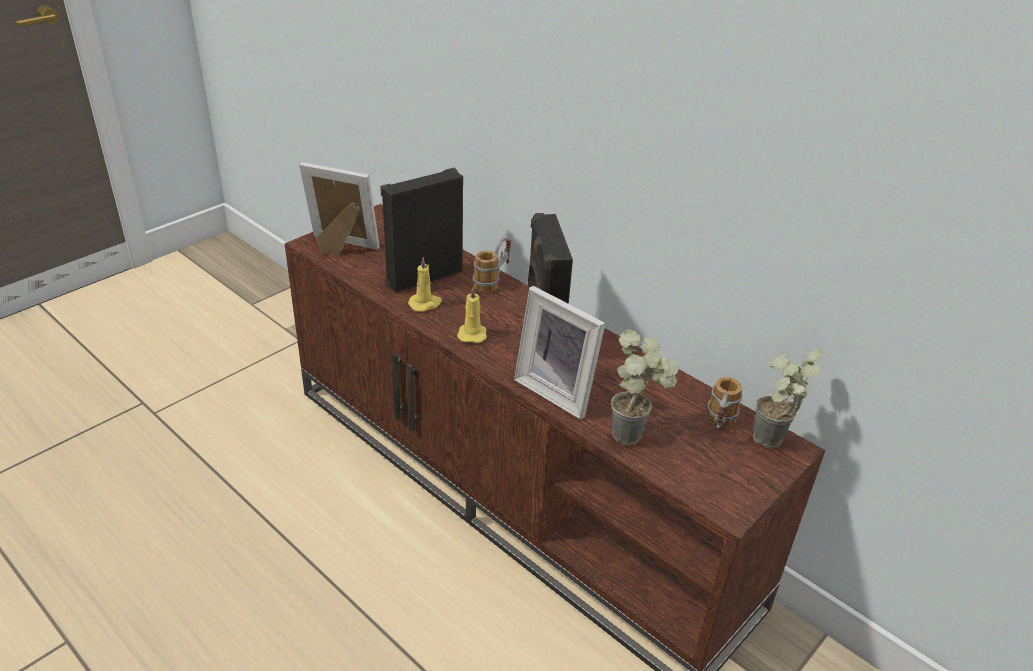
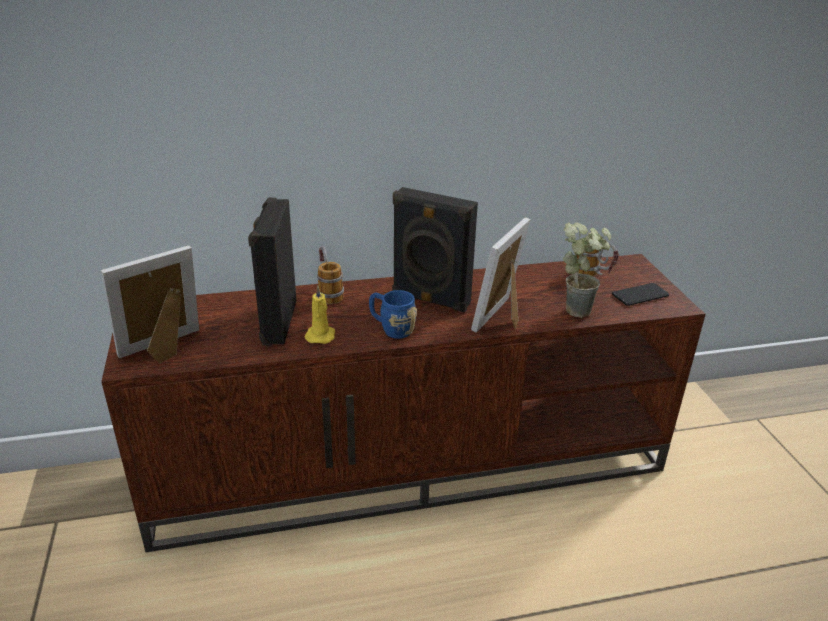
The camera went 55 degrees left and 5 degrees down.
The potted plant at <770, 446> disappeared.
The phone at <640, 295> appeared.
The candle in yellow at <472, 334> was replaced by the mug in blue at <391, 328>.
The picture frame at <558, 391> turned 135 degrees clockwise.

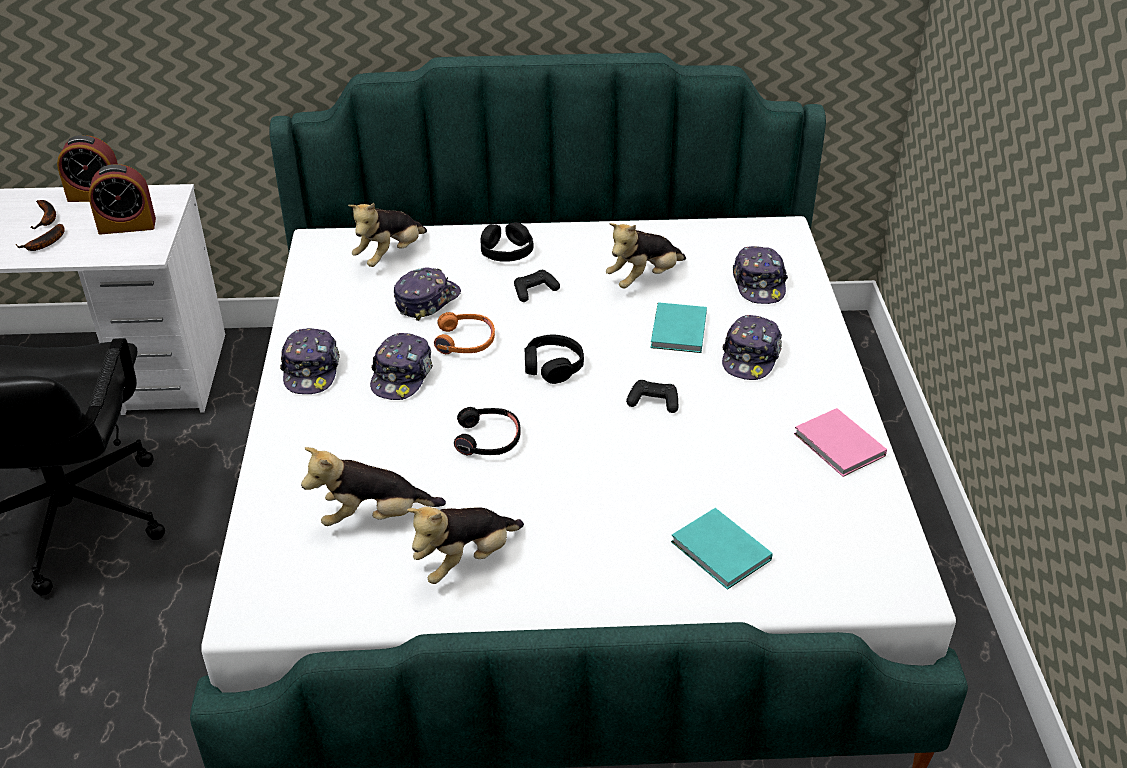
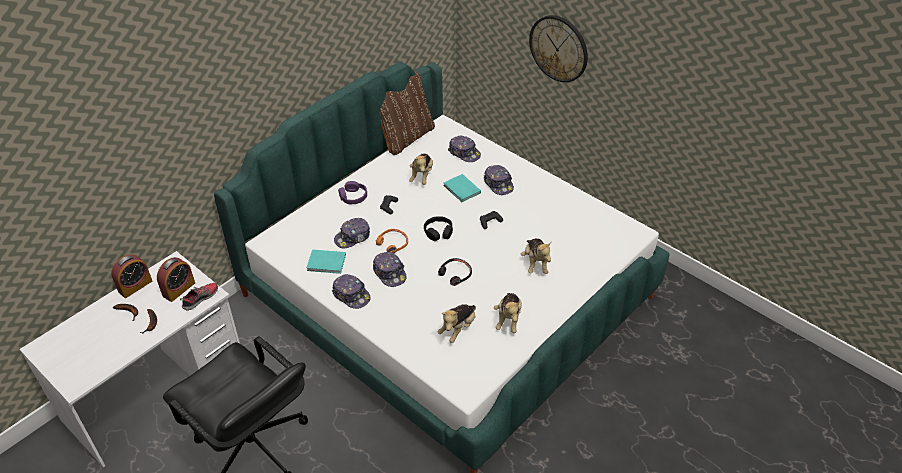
The camera went 45 degrees left and 5 degrees up.
The book in pink at <839, 446> disappeared.
The shoe at <200, 298> appeared.
The pillow in brown at <405, 137> appeared.
The wall clock at <559, 48> appeared.
The plush toy moved from <390, 255> to <535, 263>.
The book in turquoise moved from <721, 553> to <327, 263>.
The headphones in black at <506, 251> became the headphones in purple at <353, 197>.
The cap at <427, 300> turned 120 degrees counterclockwise.

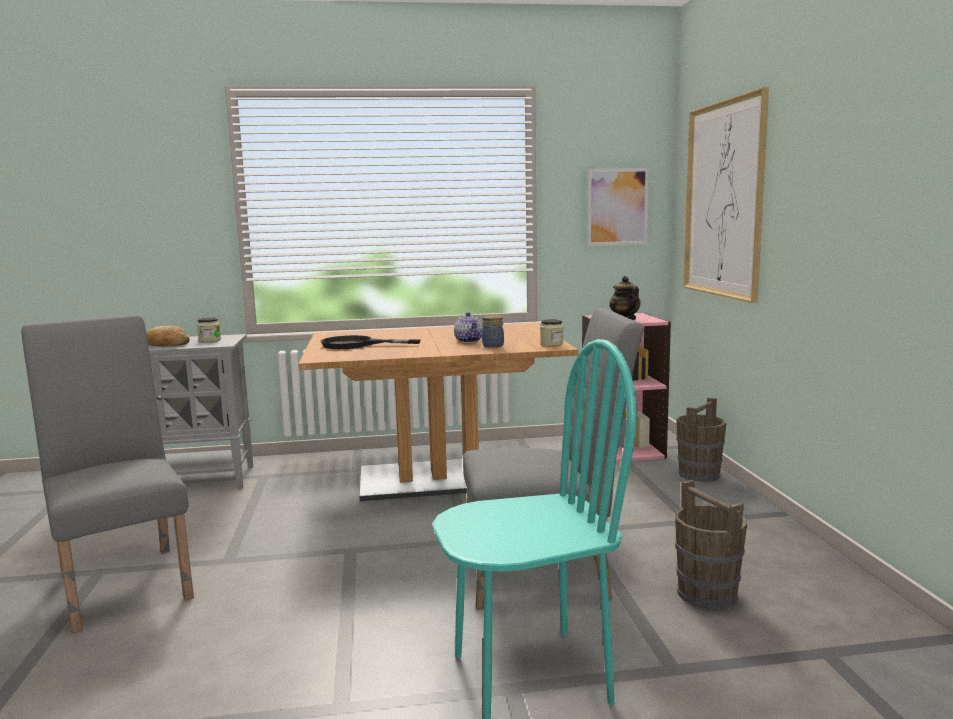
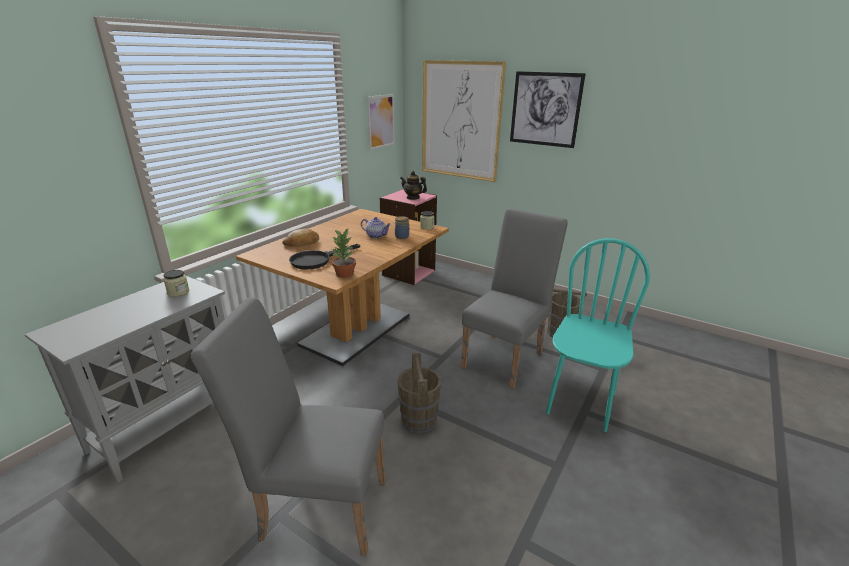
The camera went 50 degrees left and 15 degrees up.
The potted plant at <345, 274> appeared.
The picture at <545, 109> appeared.
The bread moved from <166, 344> to <302, 243>.
The bucket in brown moved from <699, 474> to <419, 419>.

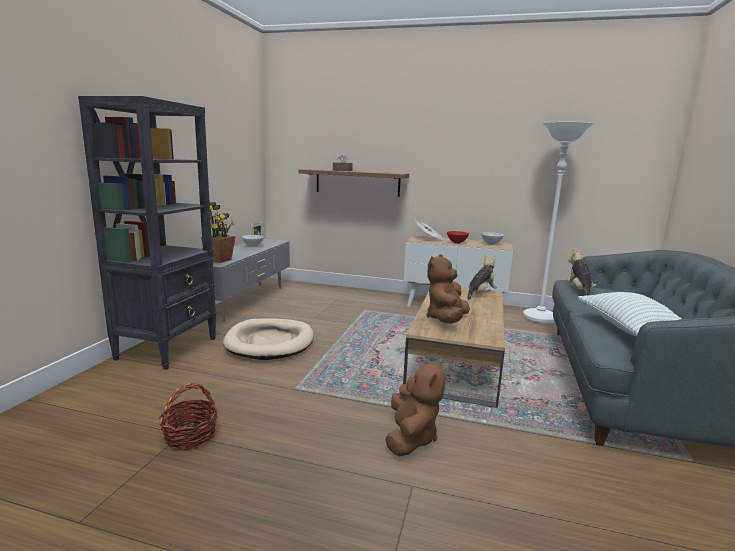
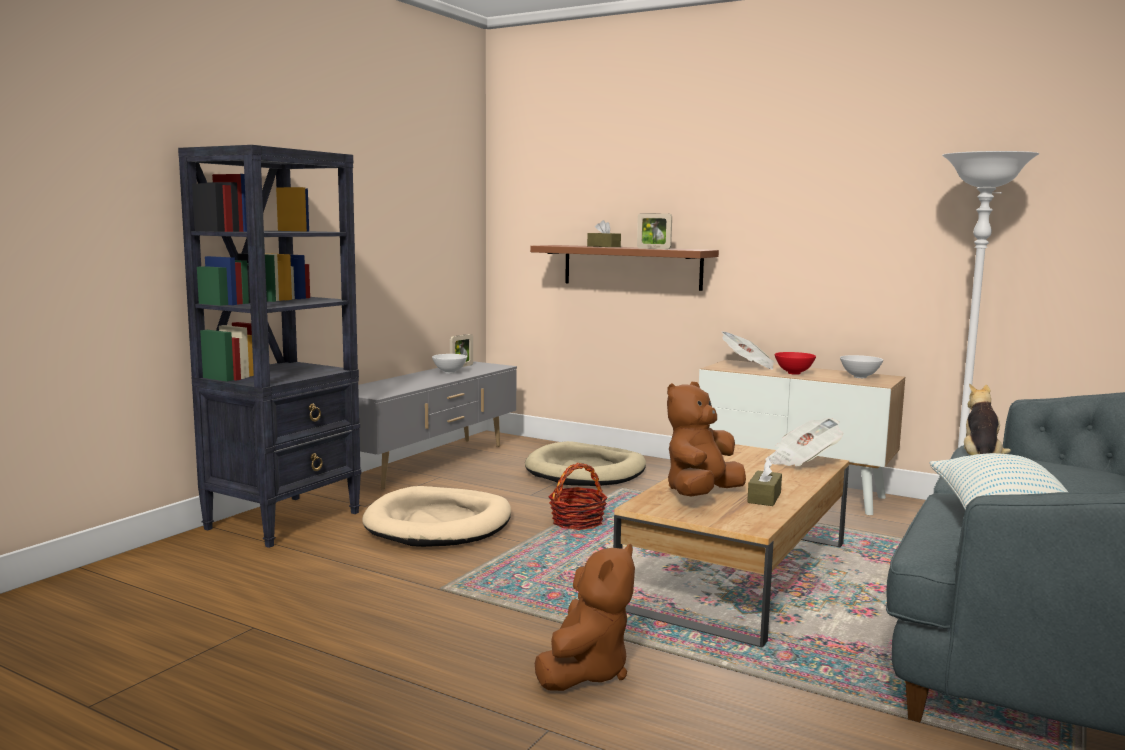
The camera went 15 degrees right and 5 degrees down.
The potted plant at <219, 260> disappeared.
The dog bed in beige at <586, 471> appeared.
The picture frame at <653, 248> appeared.
The tissue box in brown at <764, 497> appeared.
The basket moved from <190, 436> to <577, 522>.
The plush toy at <480, 294> was replaced by the newspaper at <802, 461>.

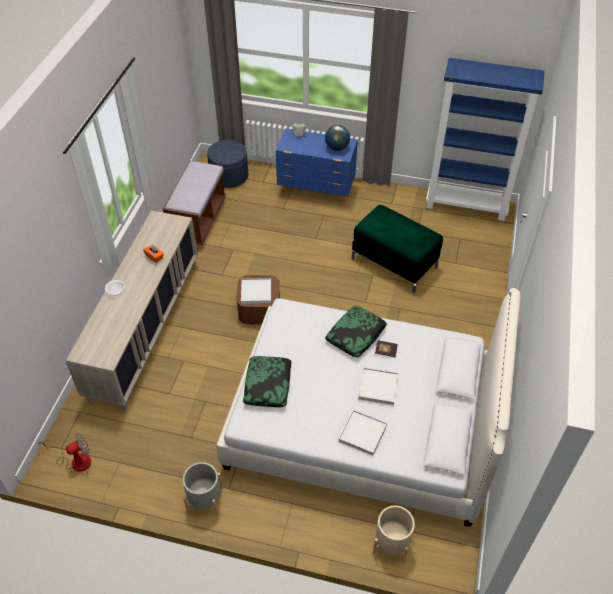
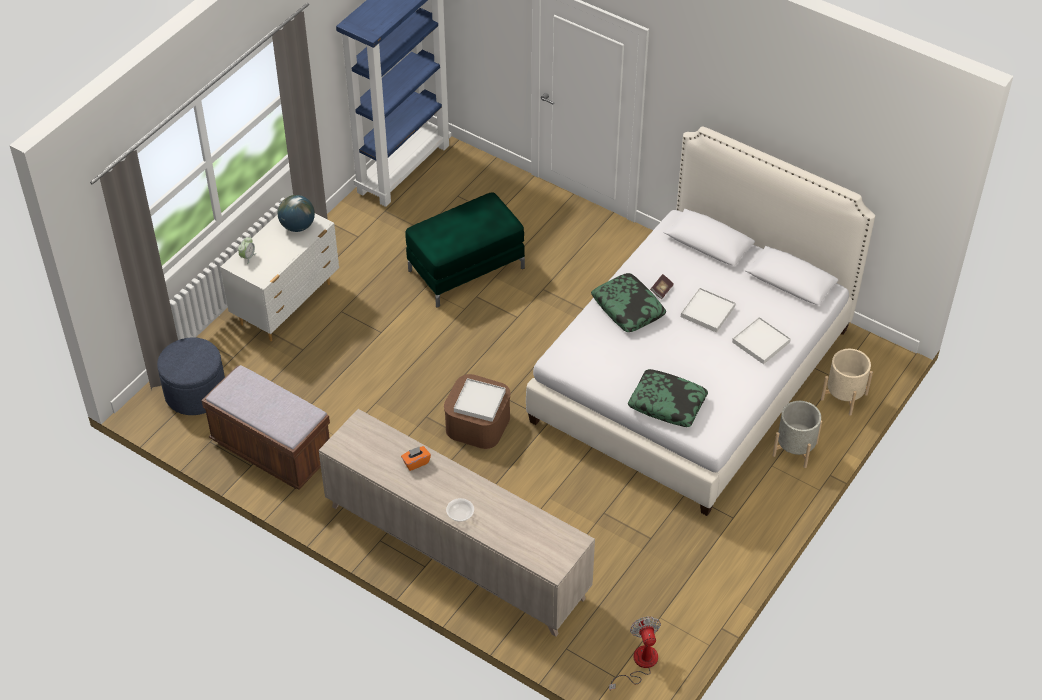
The camera went 70 degrees left and 0 degrees up.
The planter in grey moved from <205, 499> to <795, 449>.
The dresser in blue at <316, 190> became the dresser in white at <287, 304>.

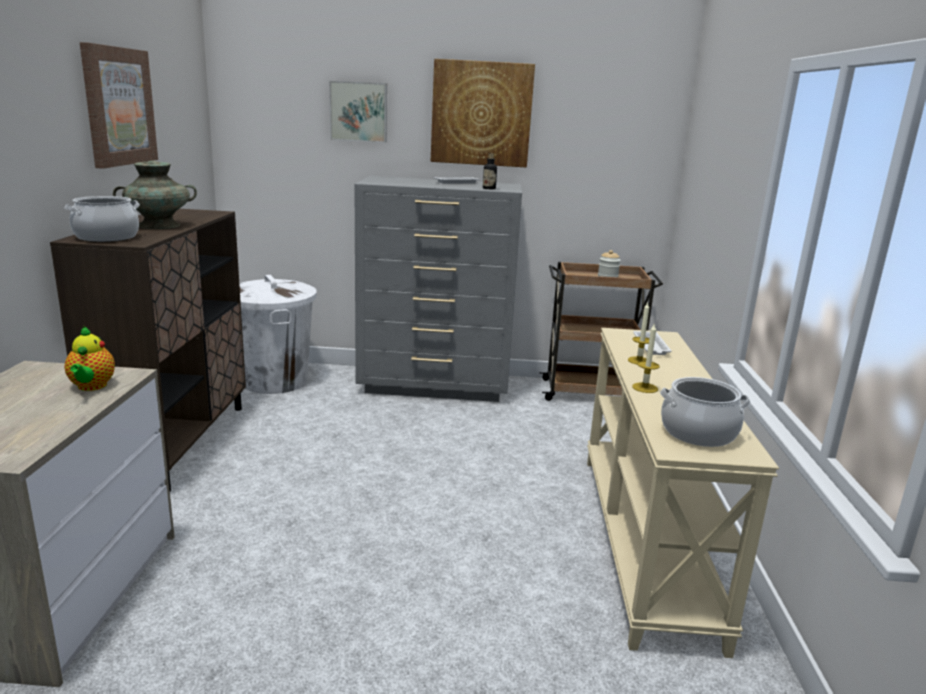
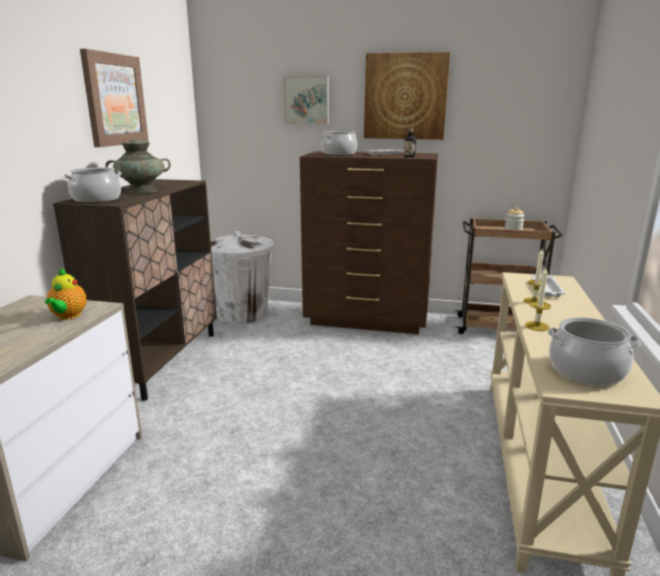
The camera went 10 degrees right and 0 degrees up.
The cooking pot at <339, 154> appeared.
The dresser in grey at <435, 386> became the dresser in brown at <367, 320>.

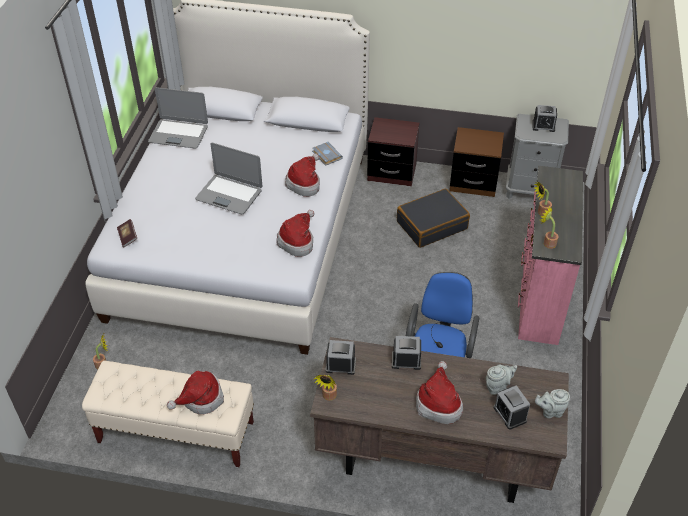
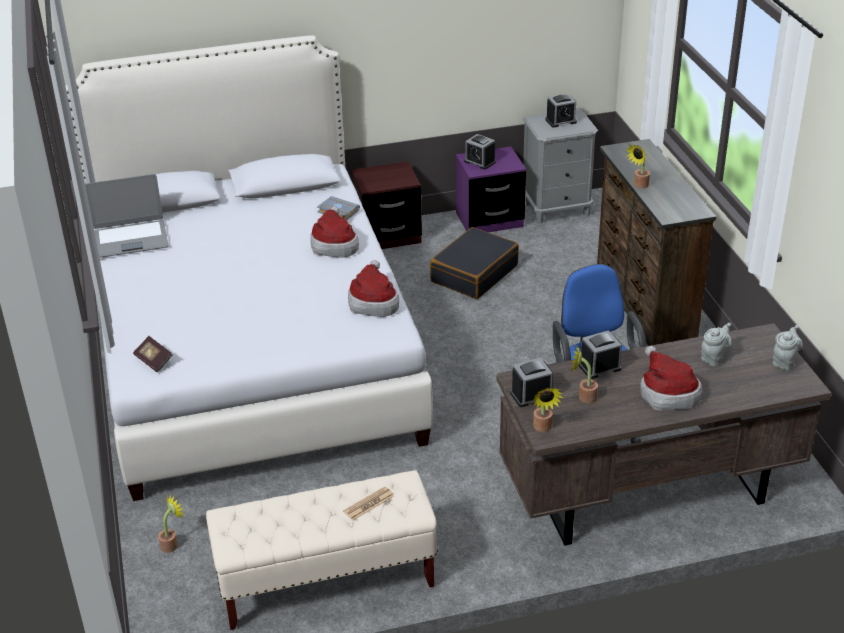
The camera went 25 degrees left and 10 degrees down.
The laptop at <229, 194> disappeared.
The alarm clock moved from <510, 414> to <480, 162>.
The potted plant moved from <547, 242> to <583, 397>.
The hat at <200, 399> was replaced by the newspaper at <369, 504>.
The nightstand in brown at <473, 182> became the nightstand in purple at <489, 220>.
The dresser in pink at <538, 297> became the dresser in brown at <643, 305>.
The teapot in grey at <550, 411> turned 150 degrees clockwise.

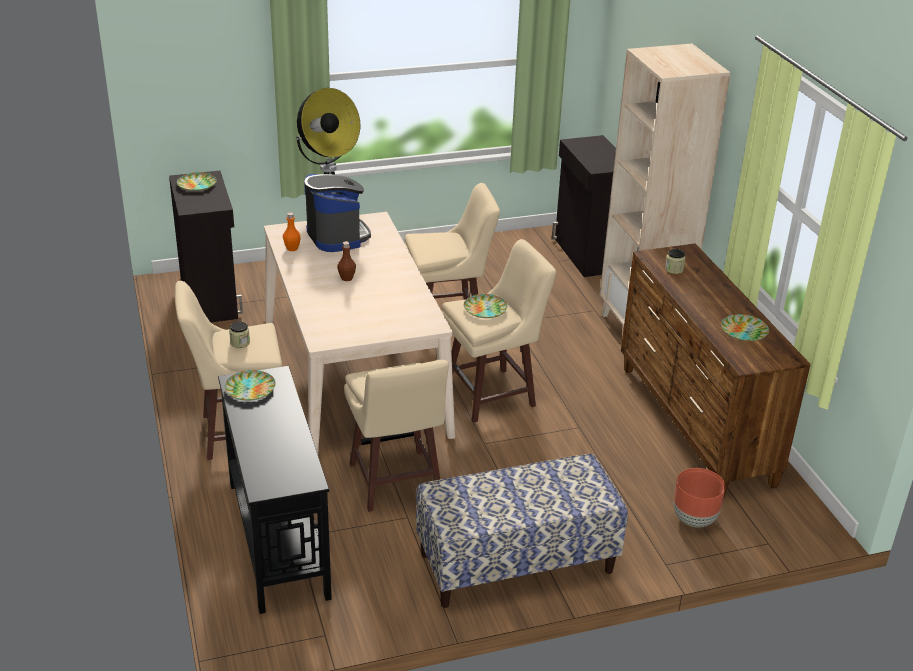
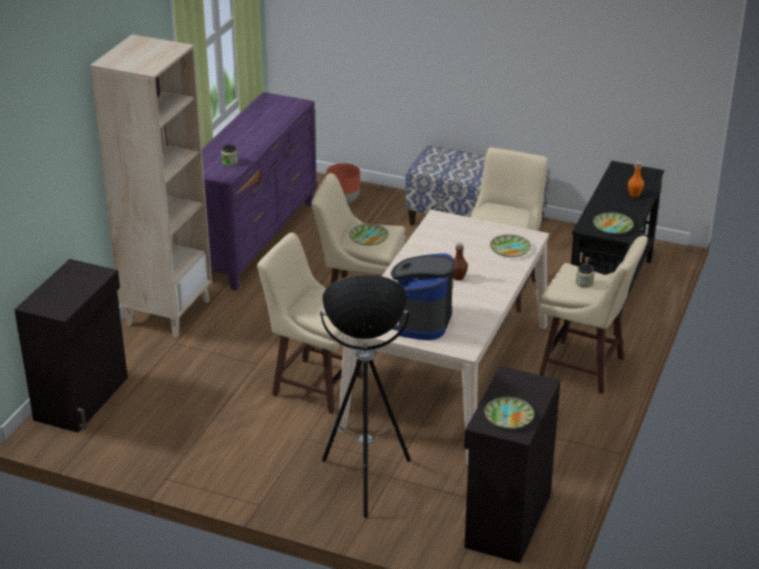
The camera went 140 degrees left and 0 degrees up.
The bottle in orange moved from <292, 248> to <634, 194>.
The plate moved from <744, 331> to <510, 248>.
The dresser in brown at <694, 425> became the dresser in purple at <254, 239>.

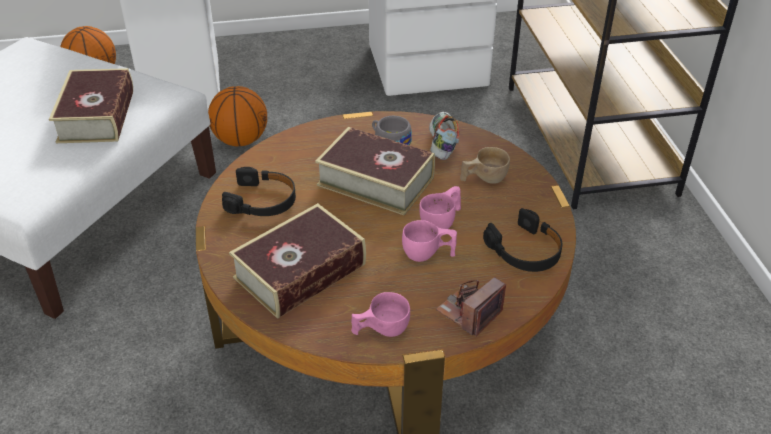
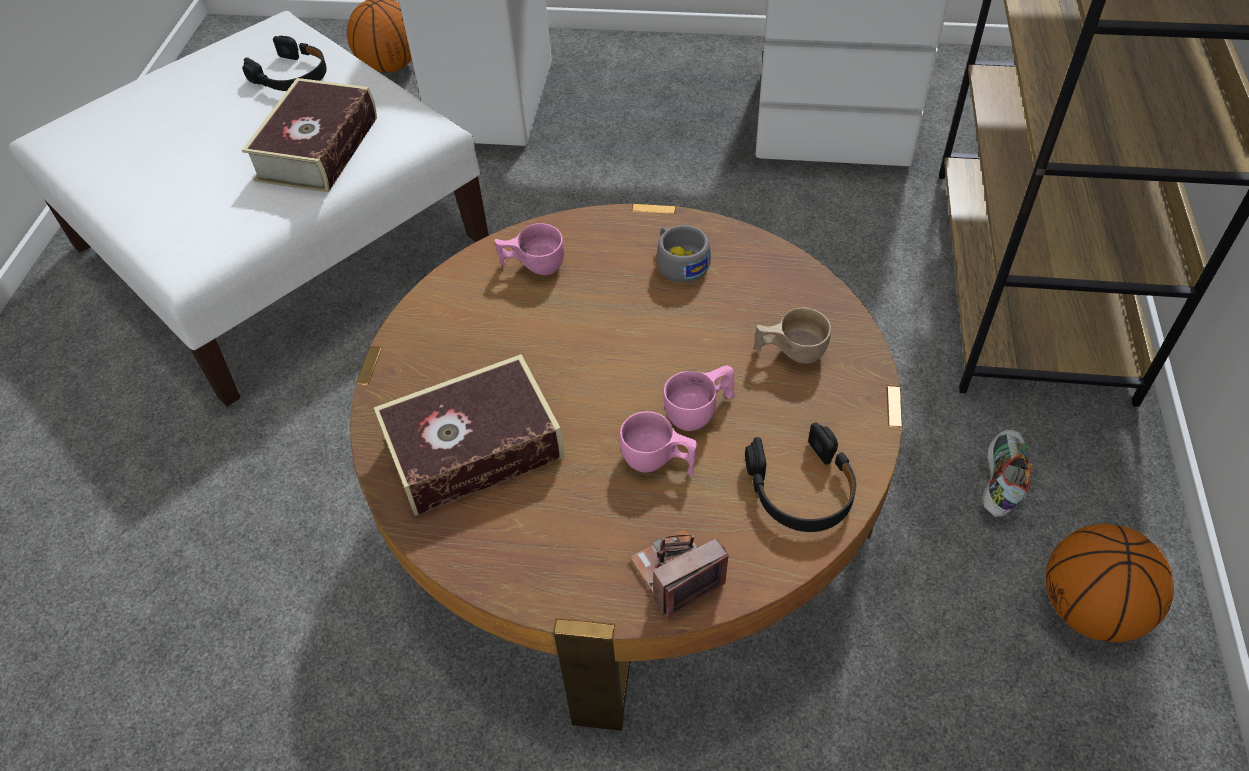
The camera went 20 degrees right and 10 degrees up.
The book at <375, 181> disappeared.
The basketball moved from <241, 140> to <1090, 610>.
The headphones in black moved from <262, 201> to <292, 76>.
The cup in pink moved from <380, 330> to <532, 265>.
The shoe moved from <441, 146> to <999, 482>.

